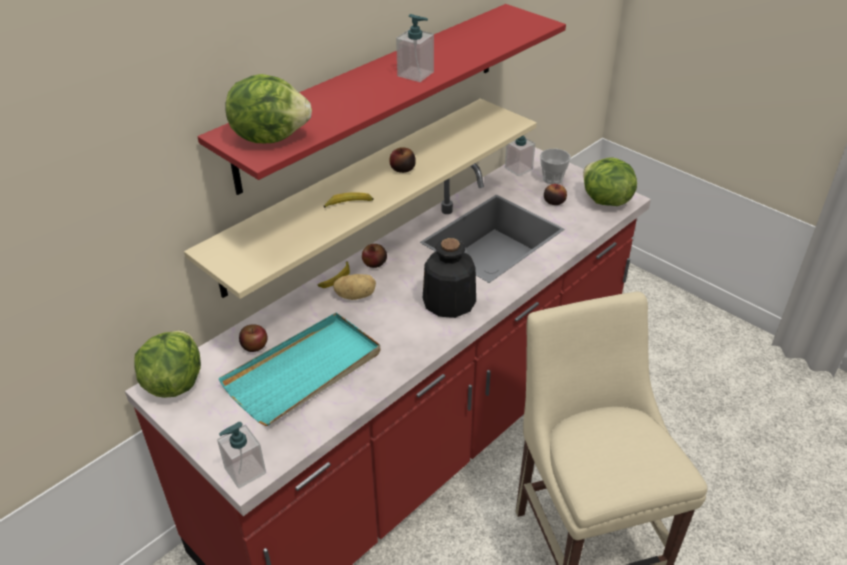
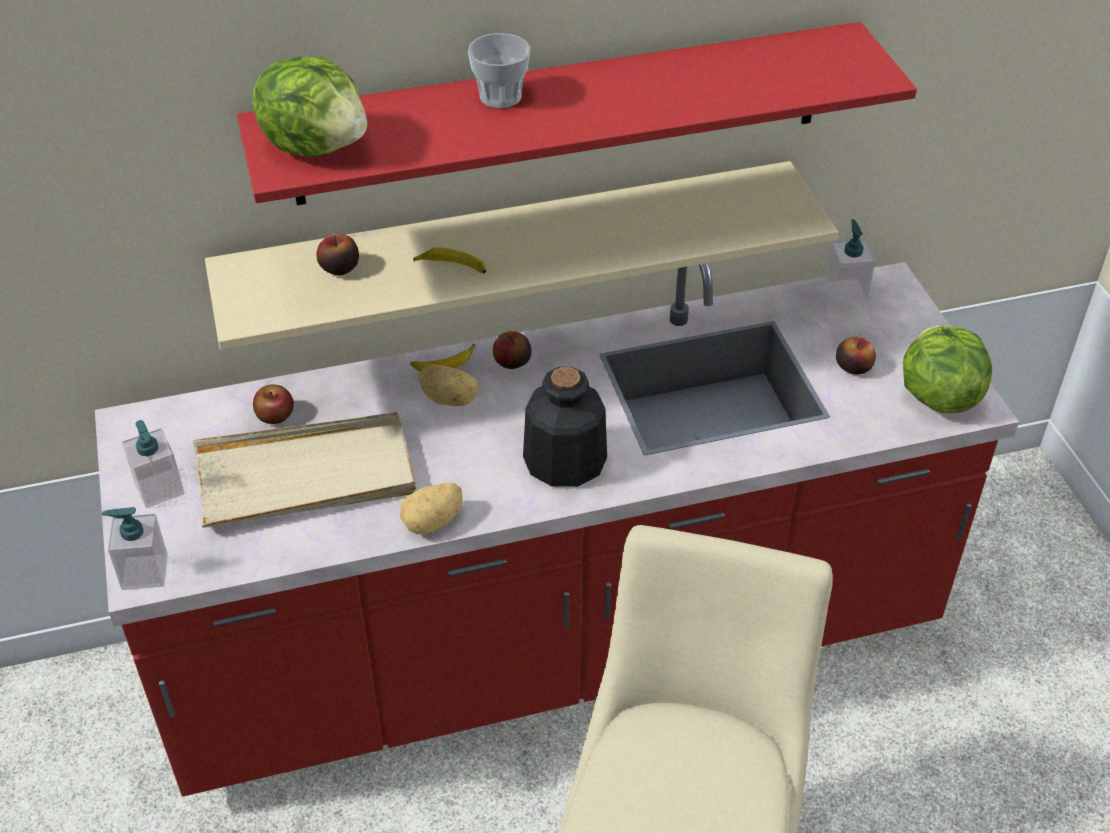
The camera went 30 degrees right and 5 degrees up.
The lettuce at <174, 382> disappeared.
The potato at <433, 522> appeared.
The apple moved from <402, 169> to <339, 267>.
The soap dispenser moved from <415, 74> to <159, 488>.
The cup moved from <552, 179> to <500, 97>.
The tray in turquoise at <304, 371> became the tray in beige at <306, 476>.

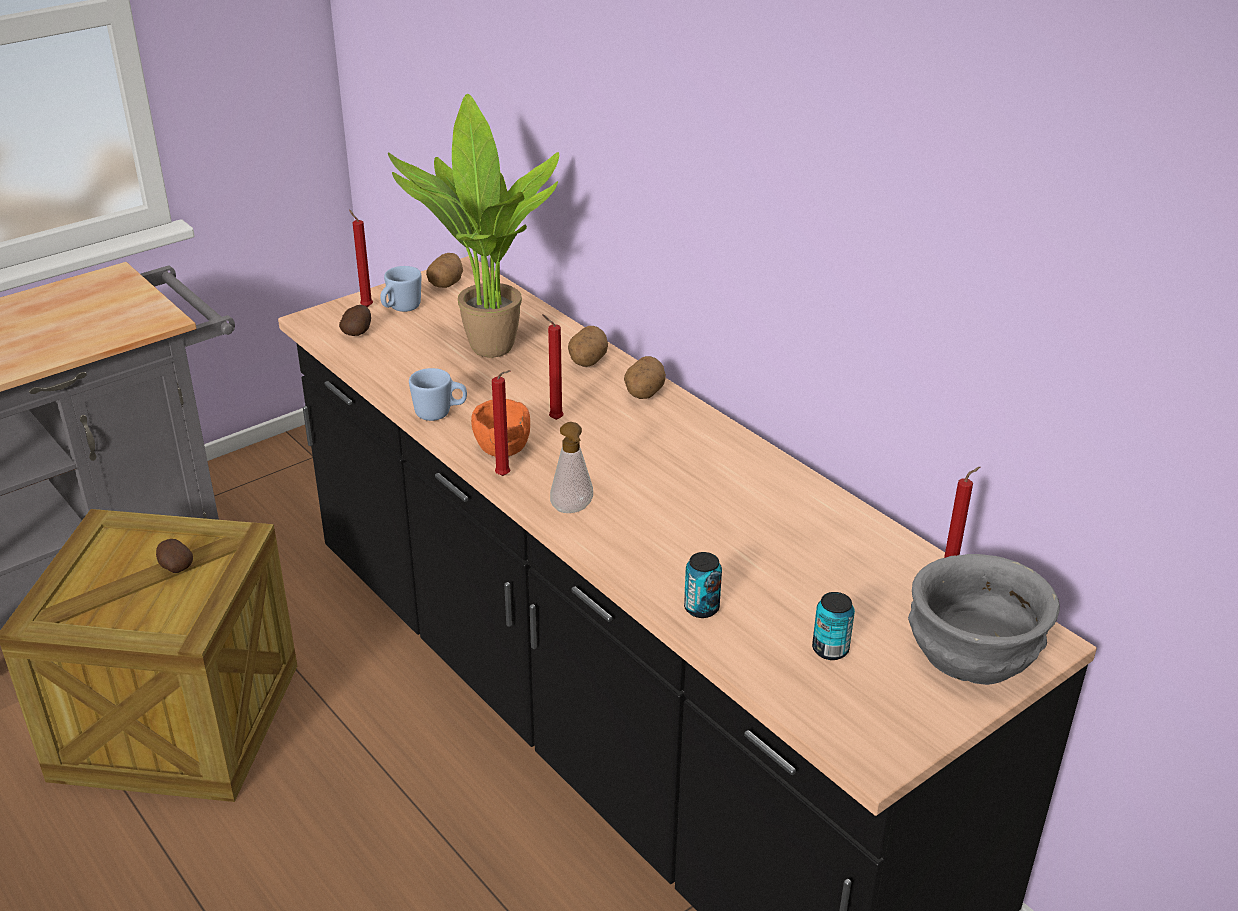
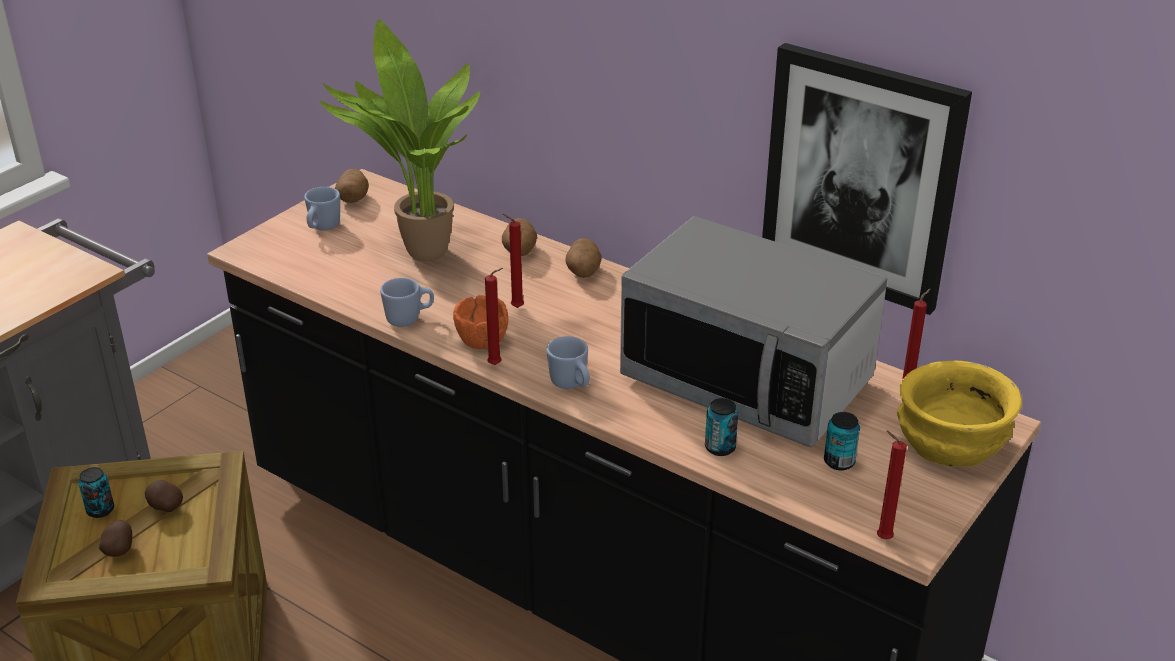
The camera went 15 degrees left and 0 degrees up.
The can at <100, 510> appeared.
The microwave at <747, 380> appeared.
The picture at <861, 177> appeared.
The potato moved from <358, 332> to <120, 549>.
The candle in red moved from <365, 306> to <881, 538>.
The soap dispenser at <572, 510> was replaced by the mug in blue at <571, 385>.
The bowl in grey at <970, 655> became the bowl in yellow at <949, 445>.

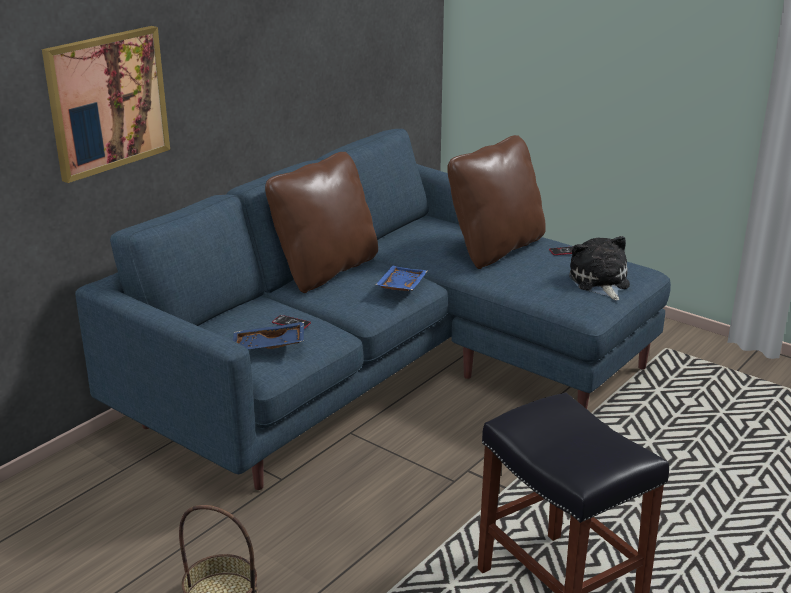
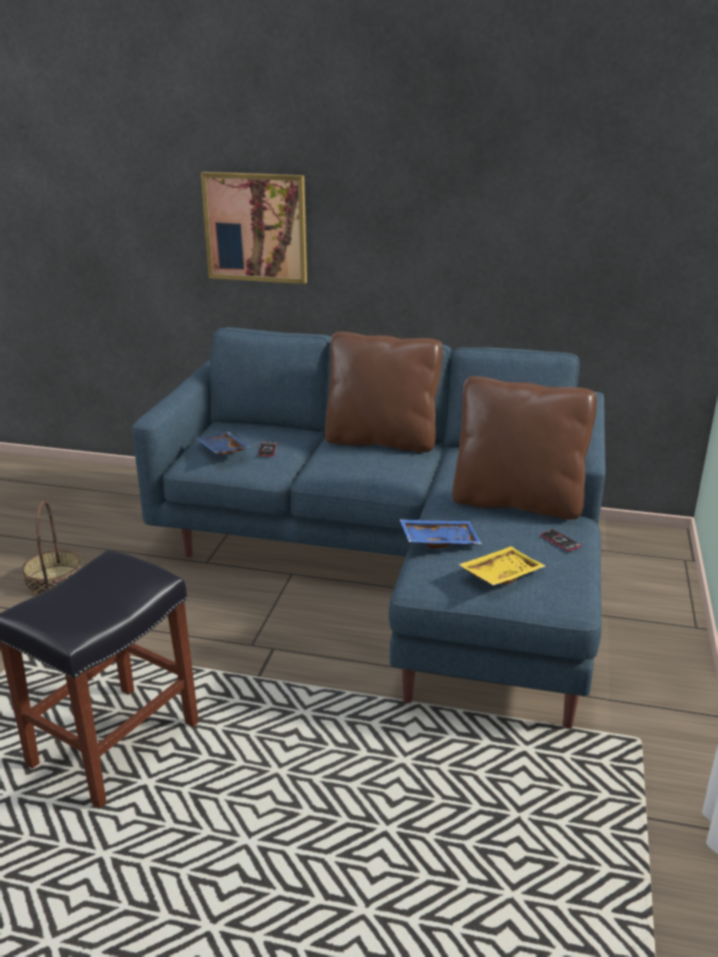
The camera went 65 degrees right and 0 degrees up.
The tray in blue moved from <400, 286> to <439, 540>.
The plush toy at <599, 282> was replaced by the tray in yellow at <500, 575>.

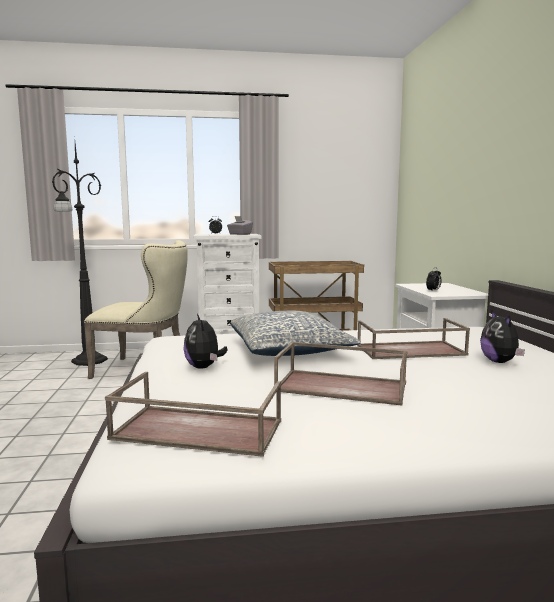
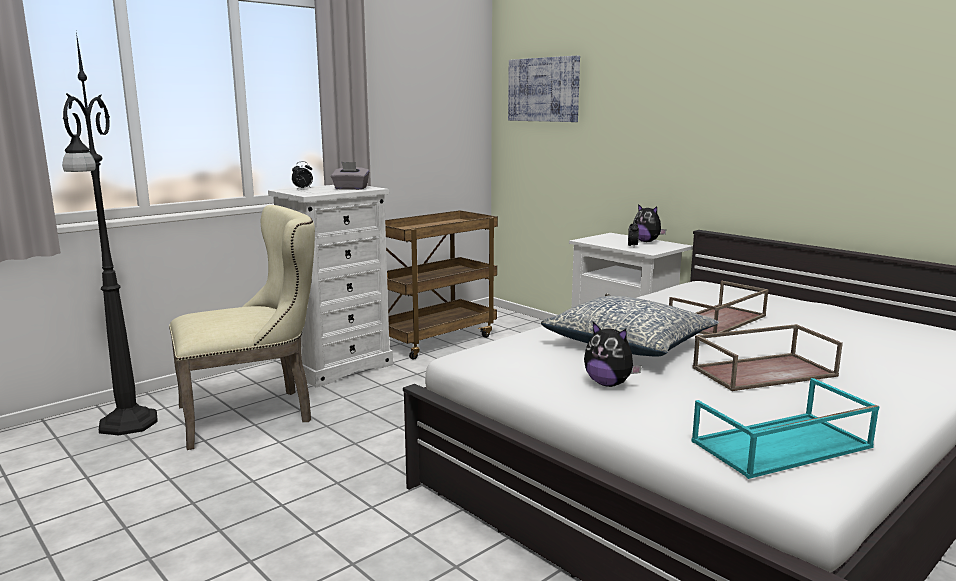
The camera went 35 degrees left and 5 degrees up.
The picture at <543, 89> appeared.
The plush toy moved from <500, 362> to <647, 241>.
The tray in brown at <195, 430> became the tray in turquoise at <781, 445>.

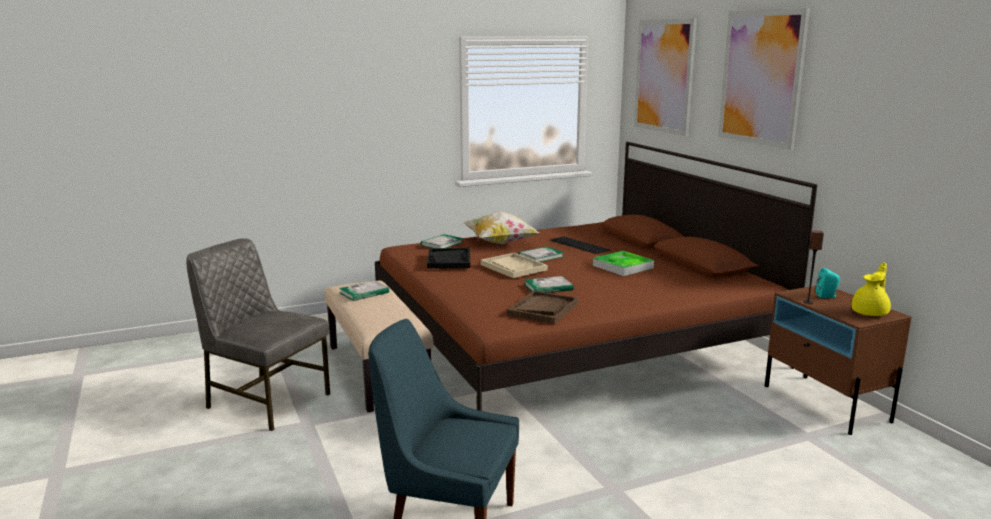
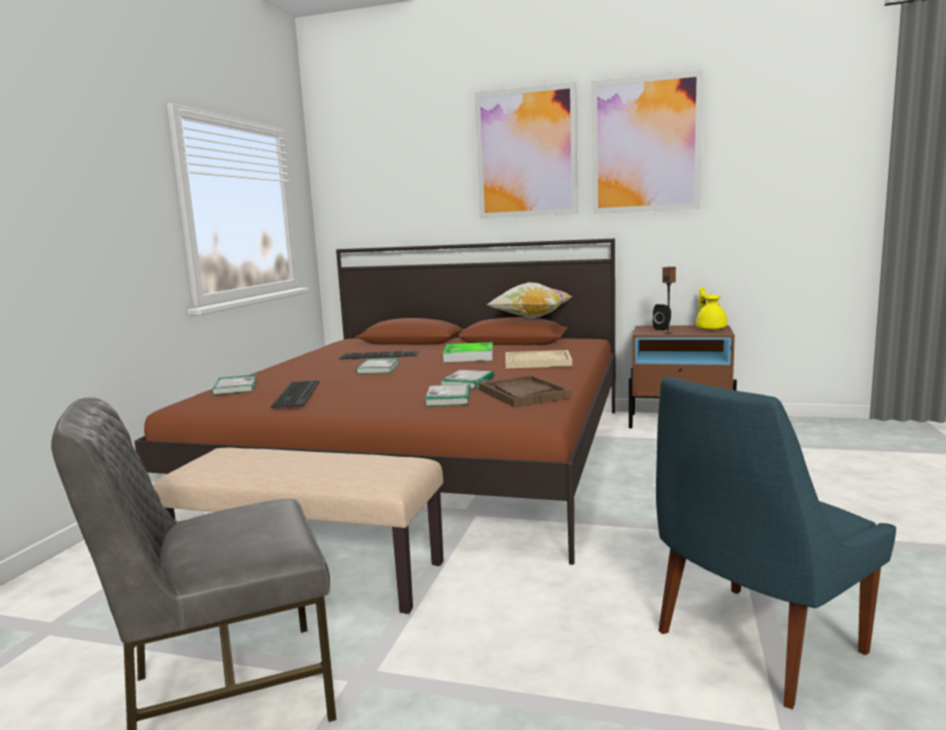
The camera went 50 degrees left and 5 degrees down.
The book moved from <364, 293> to <448, 398>.
The pillow moved from <500, 243> to <531, 318>.
The tray in beige moved from <513, 267> to <537, 362>.
The picture moved from <664, 76> to <645, 145>.
The tray in black at <449, 260> was replaced by the keyboard at <298, 394>.
The speaker in turquoise at <827, 296> became the speaker in black at <663, 329>.

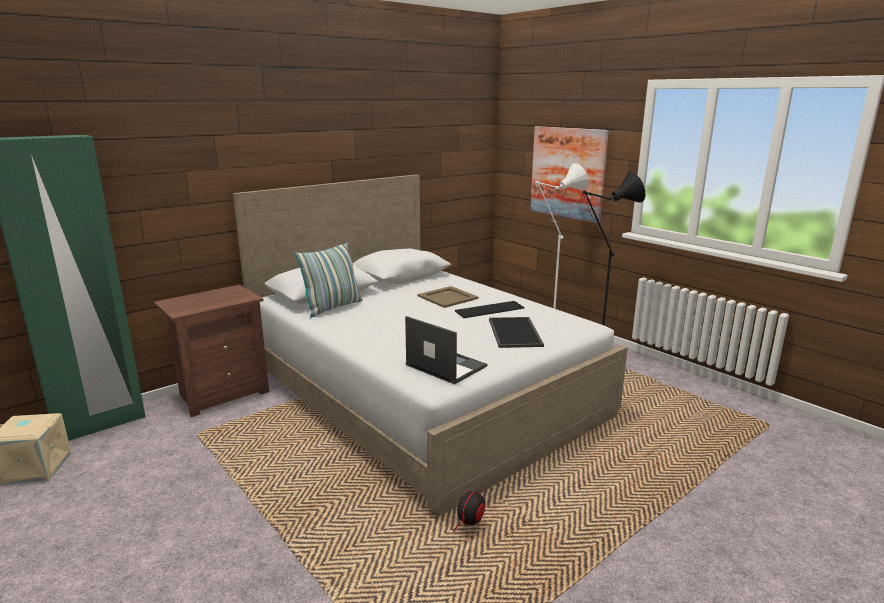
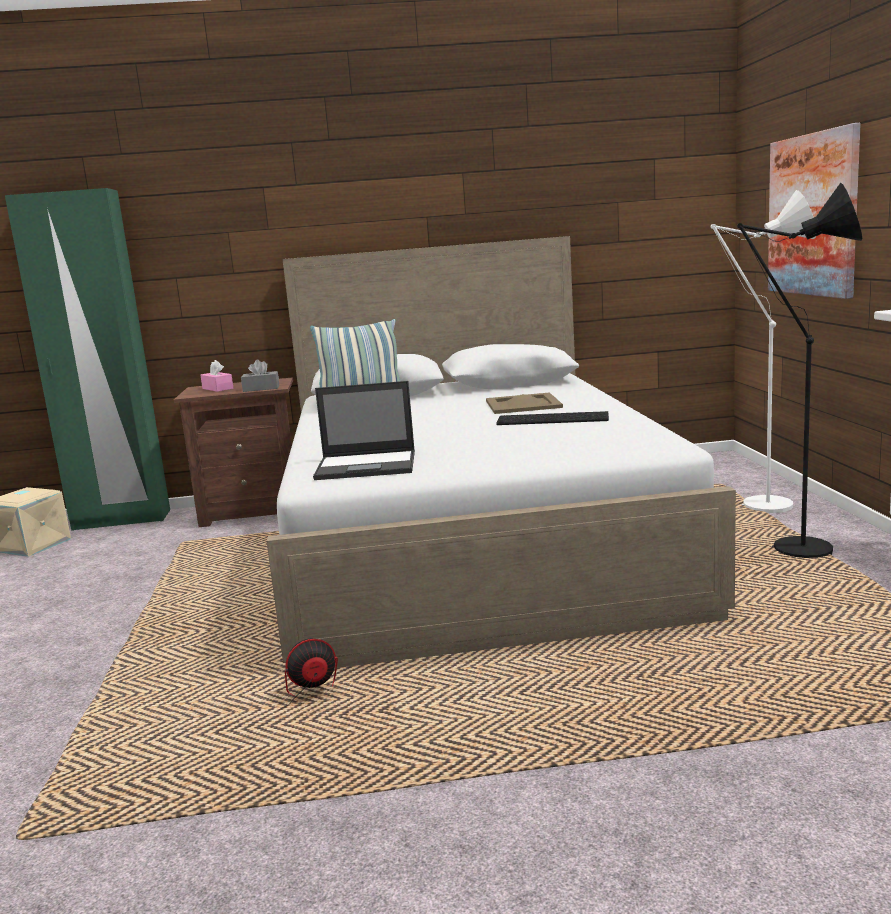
The camera went 35 degrees right and 5 degrees down.
The tray at <516, 332> disappeared.
The tissue box in pink at <217, 388> appeared.
The tissue box in grey at <261, 388> appeared.
The laptop at <445, 365> turned 105 degrees clockwise.

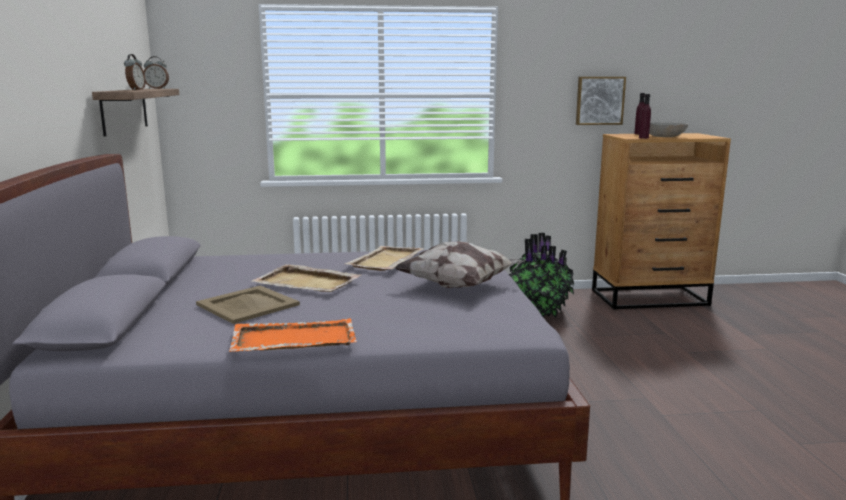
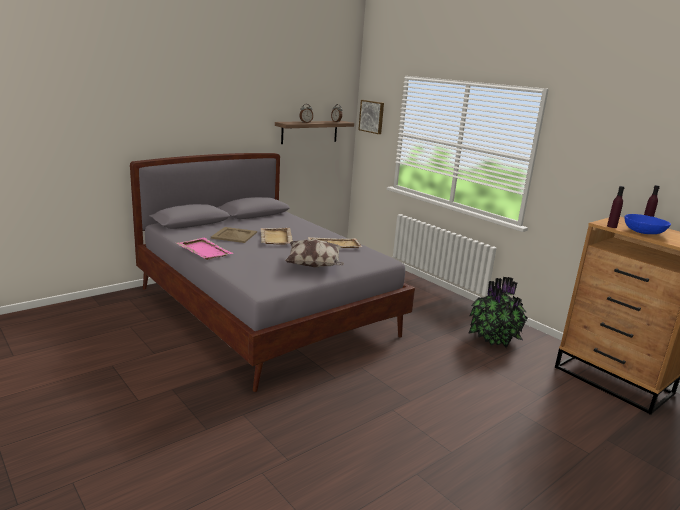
The camera went 55 degrees right and 5 degrees up.
The picture moved from <599, 100> to <372, 116>.
The tray in orange at <293, 339> became the tray in pink at <204, 250>.
The bowl in grey at <665, 136> became the bowl in blue at <644, 232>.

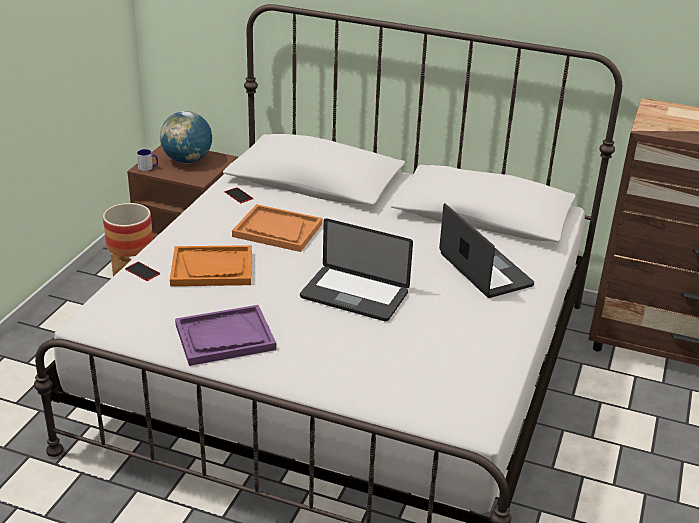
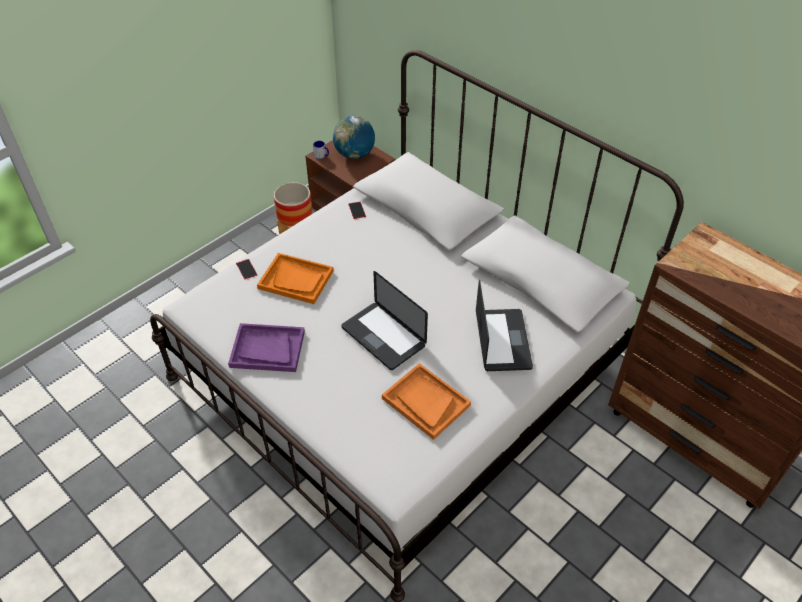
The camera went 25 degrees right and 15 degrees up.
The tray in orange moved from <277, 230> to <425, 402>.

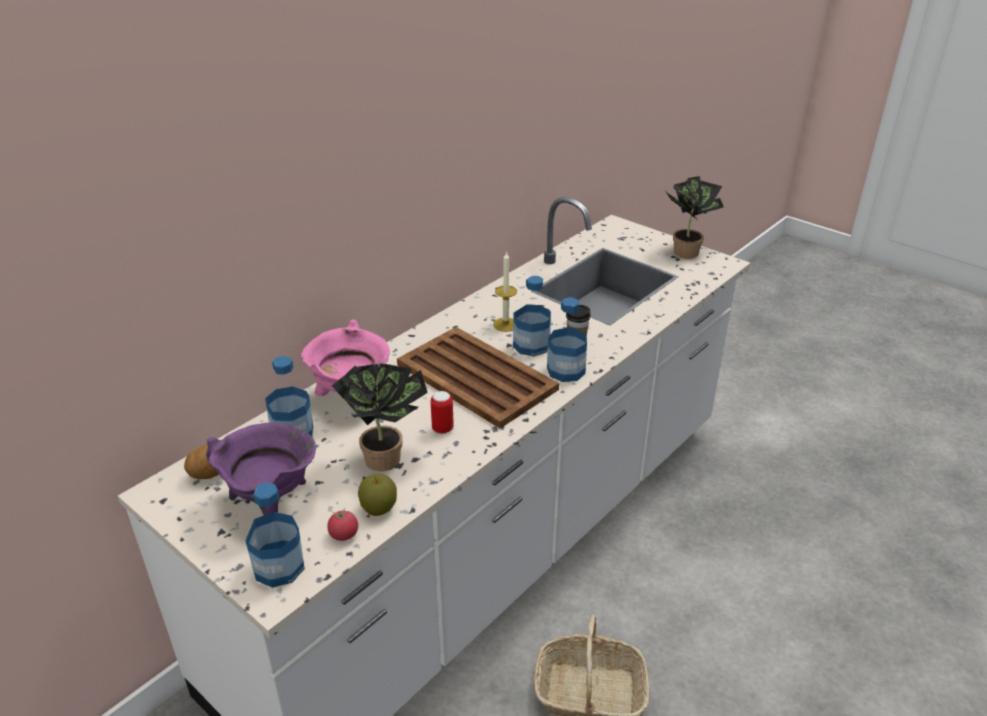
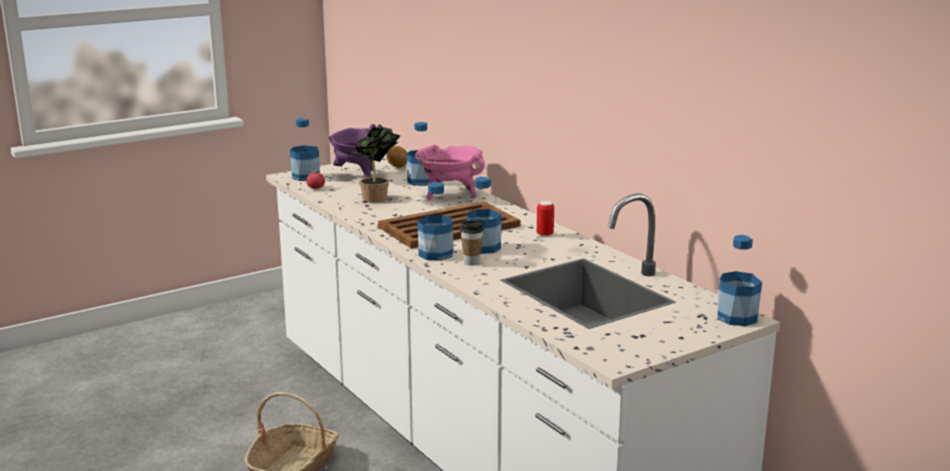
The camera went 105 degrees right and 15 degrees down.
The apple at <379, 508> disappeared.
The candle at <505, 324> disappeared.
The potted plant at <686, 250> disappeared.
The bottle at <737, 317> appeared.
The can moved from <442, 429> to <545, 234>.

